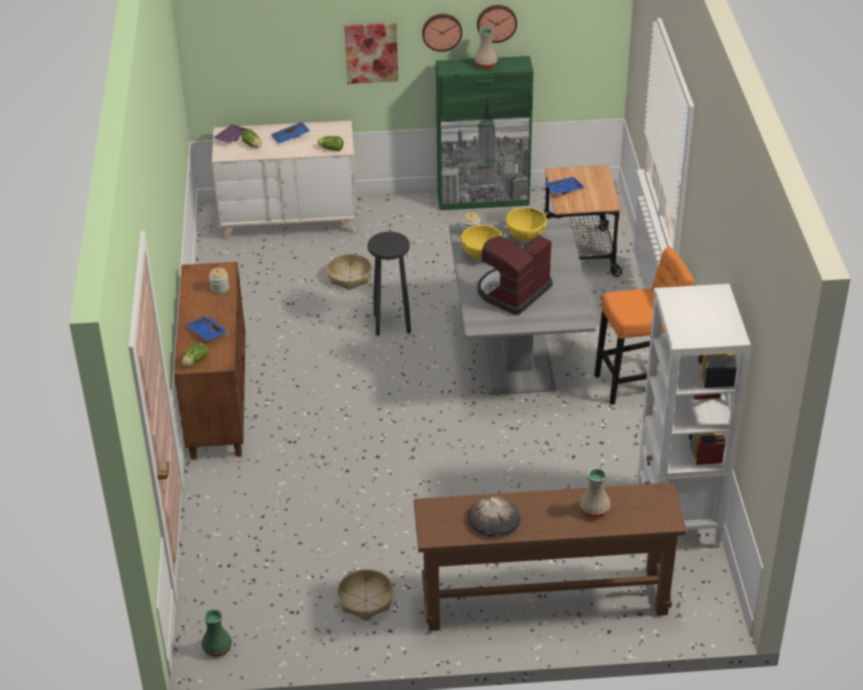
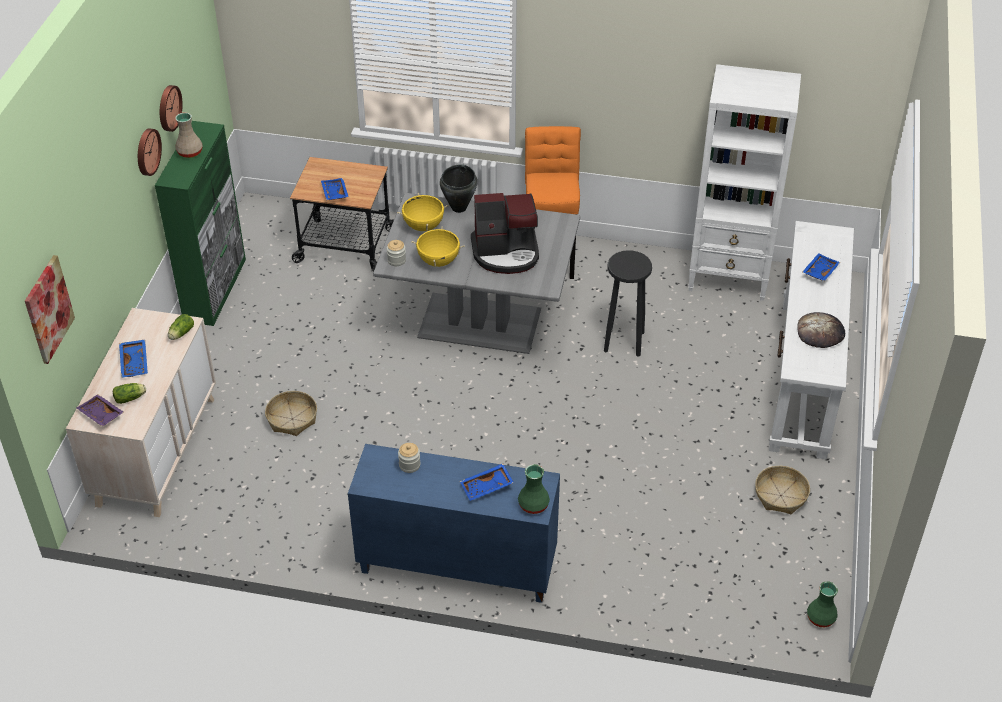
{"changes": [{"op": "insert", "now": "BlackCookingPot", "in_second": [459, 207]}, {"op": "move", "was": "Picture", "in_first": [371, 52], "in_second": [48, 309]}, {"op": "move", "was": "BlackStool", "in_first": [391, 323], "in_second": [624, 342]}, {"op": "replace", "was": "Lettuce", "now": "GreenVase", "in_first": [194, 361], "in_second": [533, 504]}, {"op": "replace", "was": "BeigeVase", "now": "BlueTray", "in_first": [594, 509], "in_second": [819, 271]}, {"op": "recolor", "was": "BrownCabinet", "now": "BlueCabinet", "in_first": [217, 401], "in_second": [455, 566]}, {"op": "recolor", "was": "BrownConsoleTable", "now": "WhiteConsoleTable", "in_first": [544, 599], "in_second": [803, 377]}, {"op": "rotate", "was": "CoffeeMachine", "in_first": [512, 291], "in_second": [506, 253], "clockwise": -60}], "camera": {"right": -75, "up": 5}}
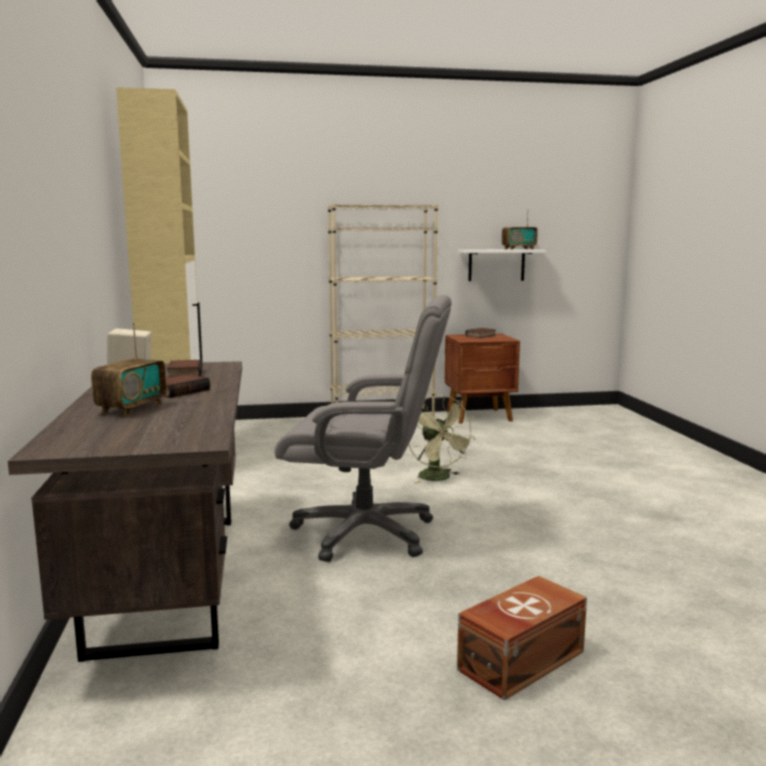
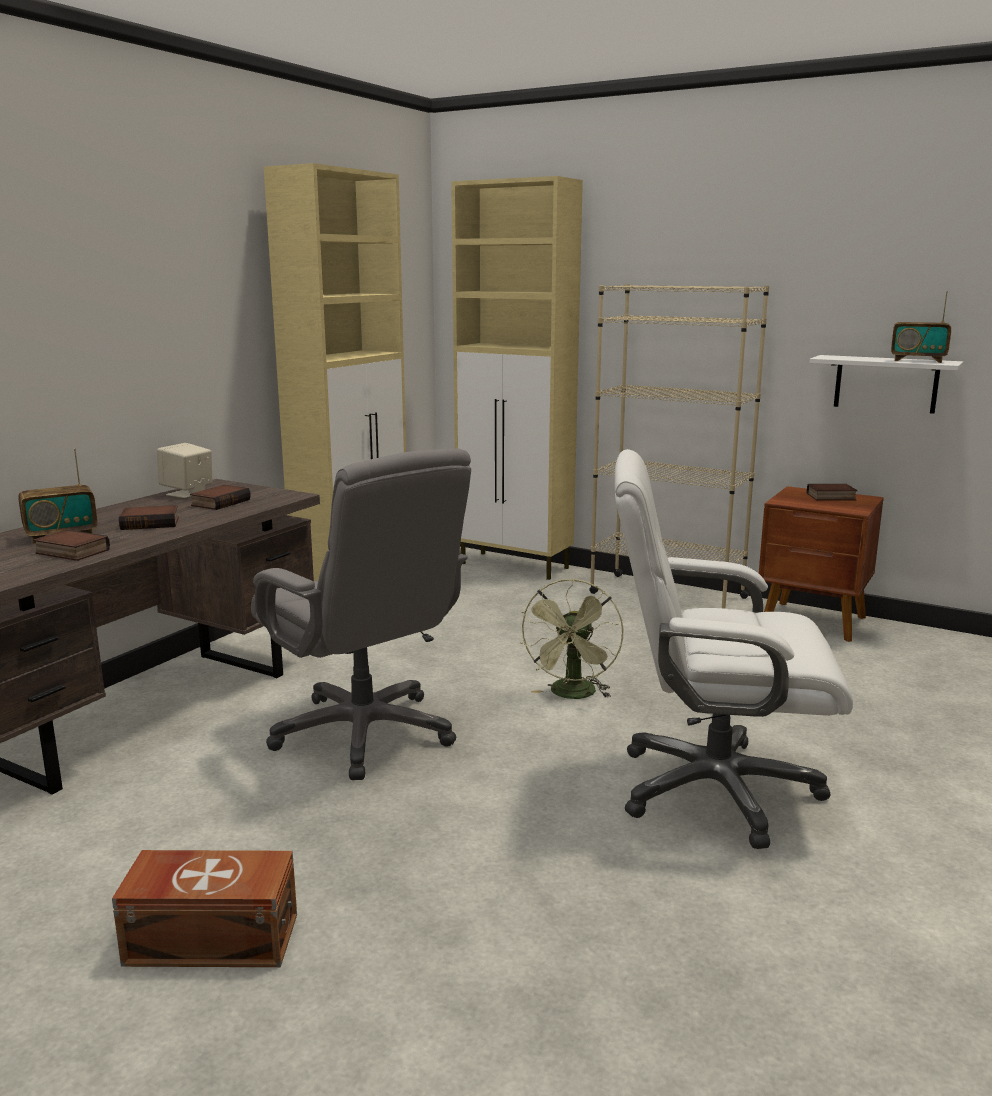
{"changes": [{"op": "insert", "now": "Book", "in_second": [70, 552]}, {"op": "insert", "now": "BeigeCabinet", "in_second": [515, 566]}, {"op": "insert", "now": "WhiteOfficeChair", "in_second": [713, 789]}], "camera": {"right": 40, "up": 5}}
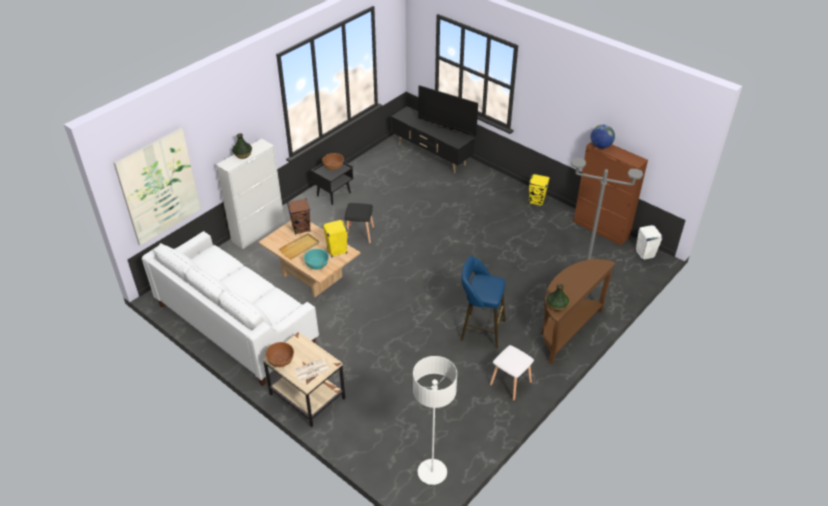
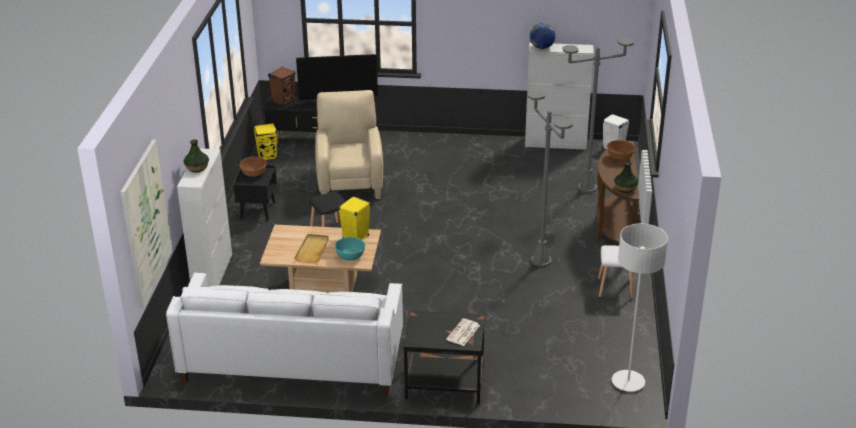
{"changes": [{"op": "insert", "now": "BeigeArmchair", "in_second": [350, 181]}, {"op": "move", "was": "BrownBowl", "in_first": [281, 361], "in_second": [619, 157]}, {"op": "move", "was": "BrownSpeaker", "in_first": [301, 229], "in_second": [283, 101]}, {"op": "move", "was": "YellowSpeaker", "in_first": [536, 201], "in_second": [267, 157]}, {"op": "replace", "was": "BlueStool", "now": "GreyFloorLamp", "in_first": [480, 330], "in_second": [541, 261]}, {"op": "recolor", "was": "BeigeSideTable", "now": "BlackSideTable", "in_first": [306, 397], "in_second": [444, 384]}, {"op": "recolor", "was": "BrownCabinet", "now": "WhiteCabinet", "in_first": [601, 229], "in_second": [556, 143]}], "camera": {"right": -35, "up": -10}}
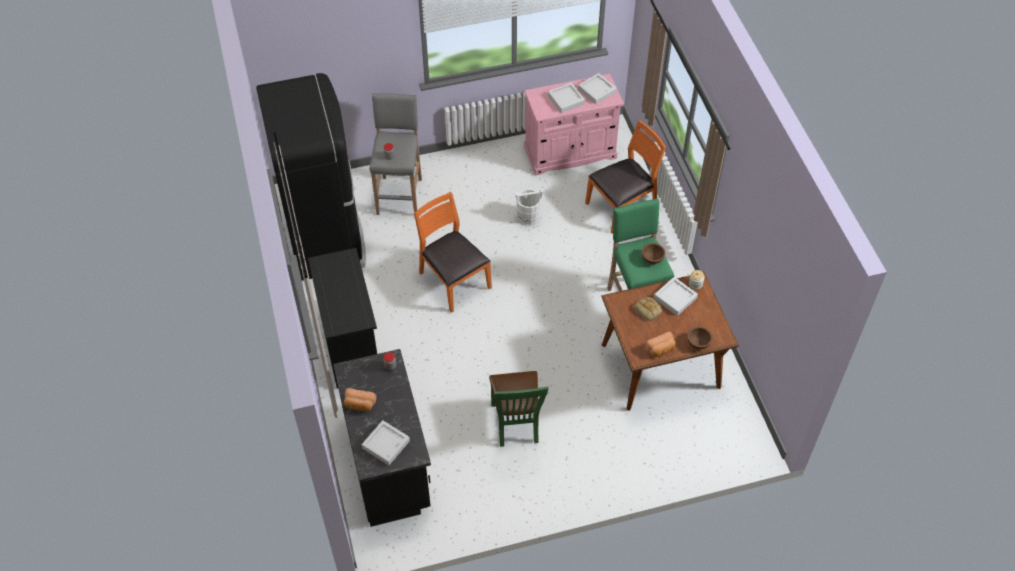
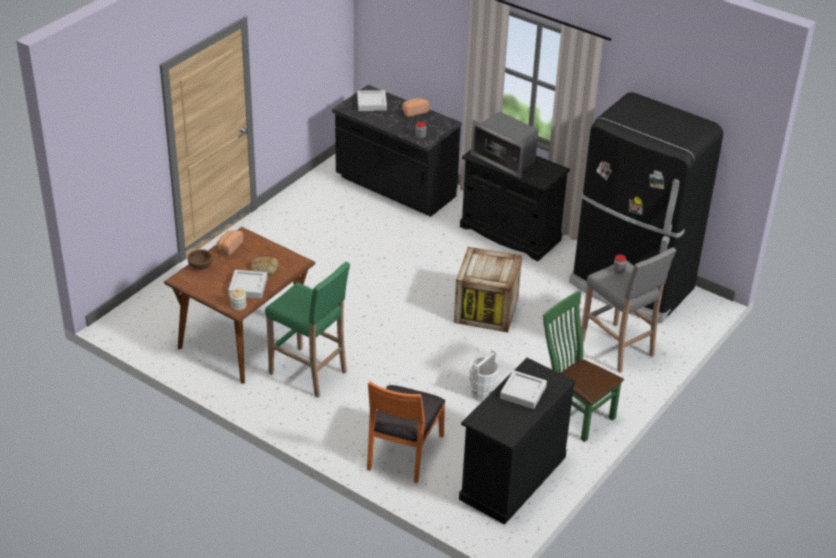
{"changes": [{"op": "delete", "was": "GreyTray", "in_first": [596, 91]}, {"op": "delete", "was": "BrownBowl", "in_first": [652, 258]}, {"op": "insert", "now": "Microwave", "in_second": [505, 159]}, {"op": "move", "was": "GreenChair", "in_first": [516, 425], "in_second": [575, 413]}, {"op": "replace", "was": "OrangeChair", "now": "Crate", "in_first": [453, 280], "in_second": [486, 310]}, {"op": "recolor", "was": "PinkCabinet", "now": "BlackCabinet", "in_first": [570, 152], "in_second": [512, 478]}], "camera": {"right": 140, "up": -15}}
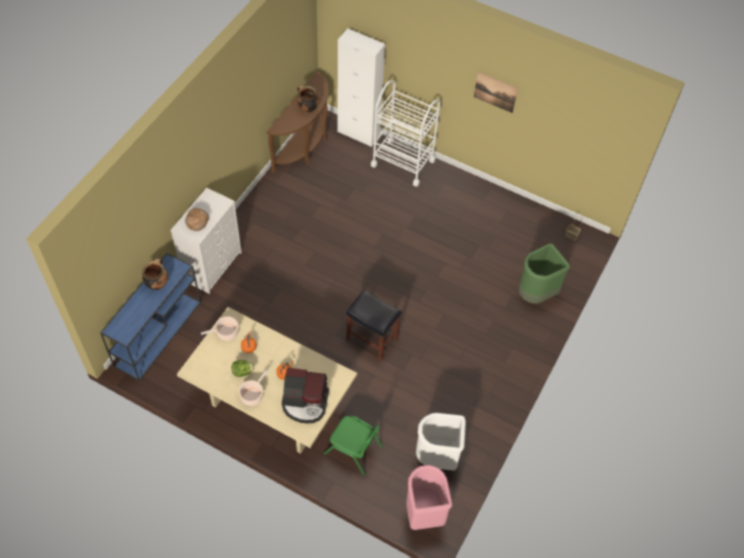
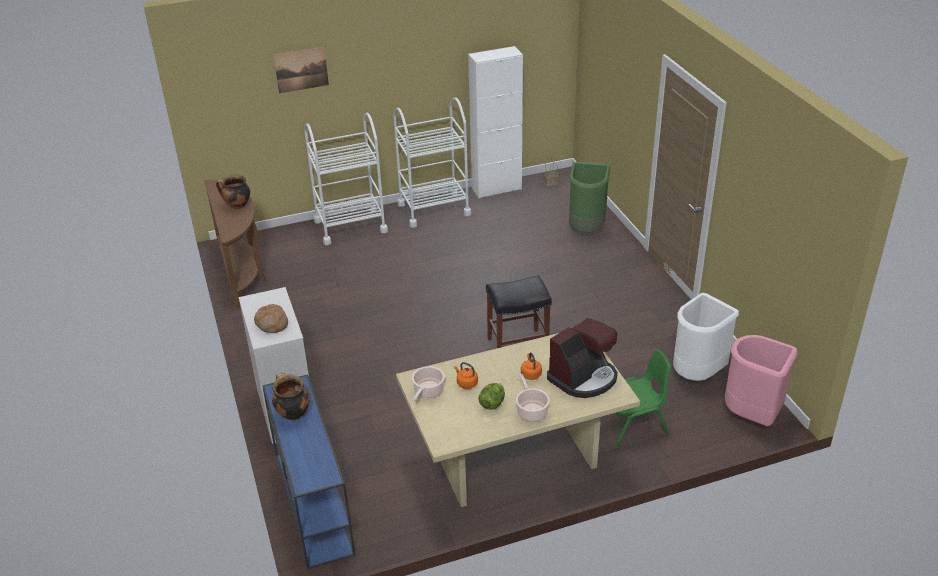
{"changes": [{"op": "insert", "now": "WhiteCart", "in_second": [434, 209]}, {"op": "move", "was": "WhiteCabinet", "in_first": [358, 133], "in_second": [496, 189]}, {"op": "move", "was": "Picture", "in_first": [495, 92], "in_second": [301, 70]}], "camera": {"right": -45, "up": -20}}
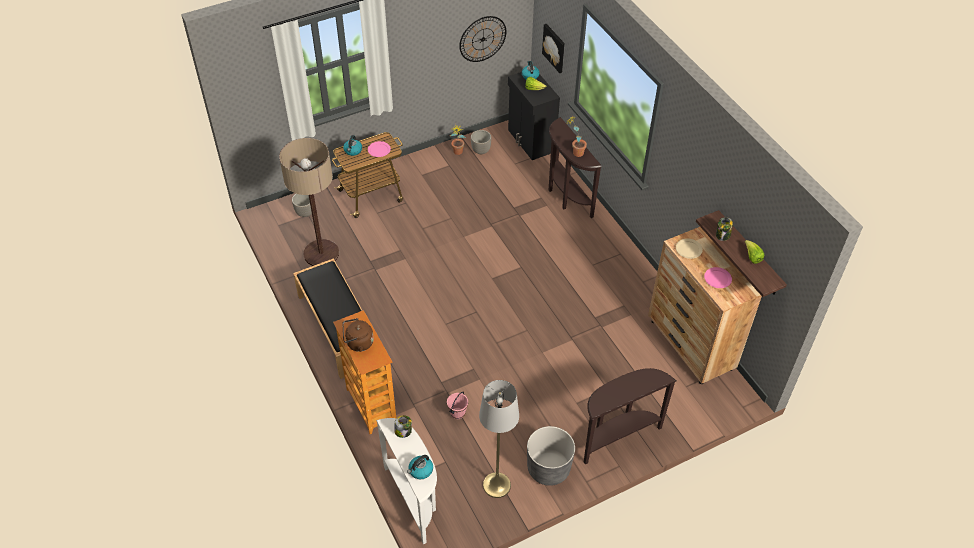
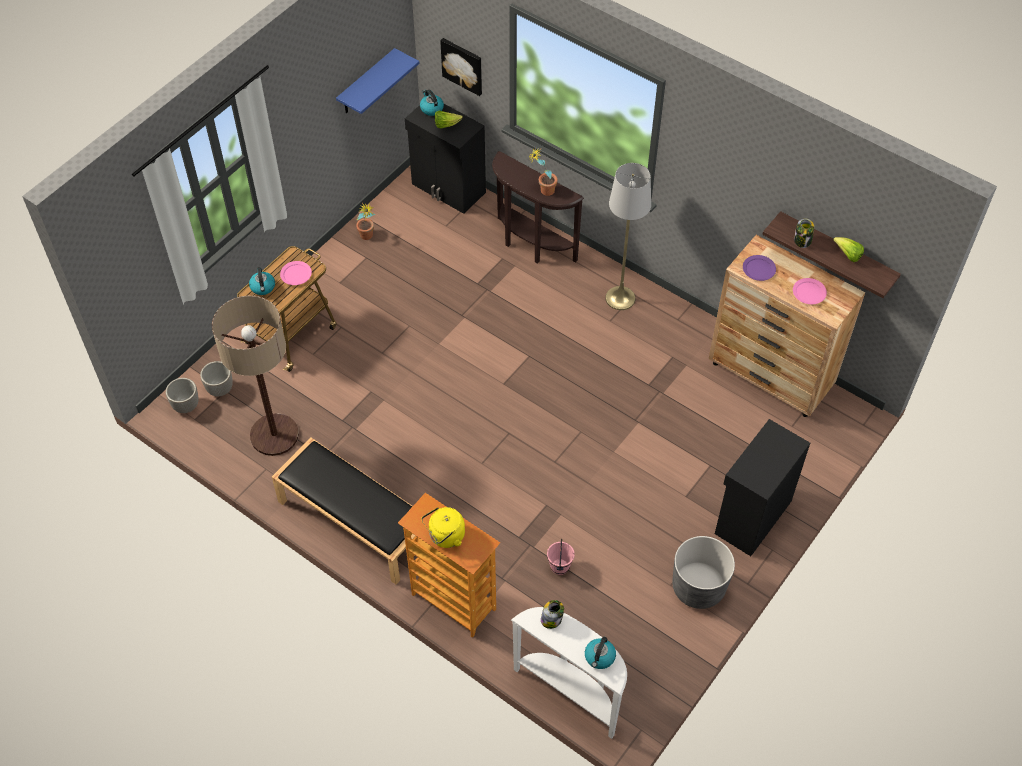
{"changes": [{"op": "move", "was": "Planter", "in_first": [480, 151], "in_second": [186, 406]}, {"op": "move", "was": "GreyFloorLamp", "in_first": [496, 485], "in_second": [620, 298]}, {"op": "replace", "was": "WallClock", "now": "BlueShelf", "in_first": [482, 39], "in_second": [366, 83]}, {"op": "replace", "was": "BrownConsoleTable", "now": "BlackCabinet", "in_first": [617, 437], "in_second": [751, 517]}, {"op": "recolor", "was": "BrownKettle", "now": "YellowKettle", "in_first": [358, 343], "in_second": [445, 536]}, {"op": "recolor", "was": "BeigePlate", "now": "PurplePlate", "in_first": [688, 249], "in_second": [758, 269]}], "camera": {"right": -25, "up": 5}}
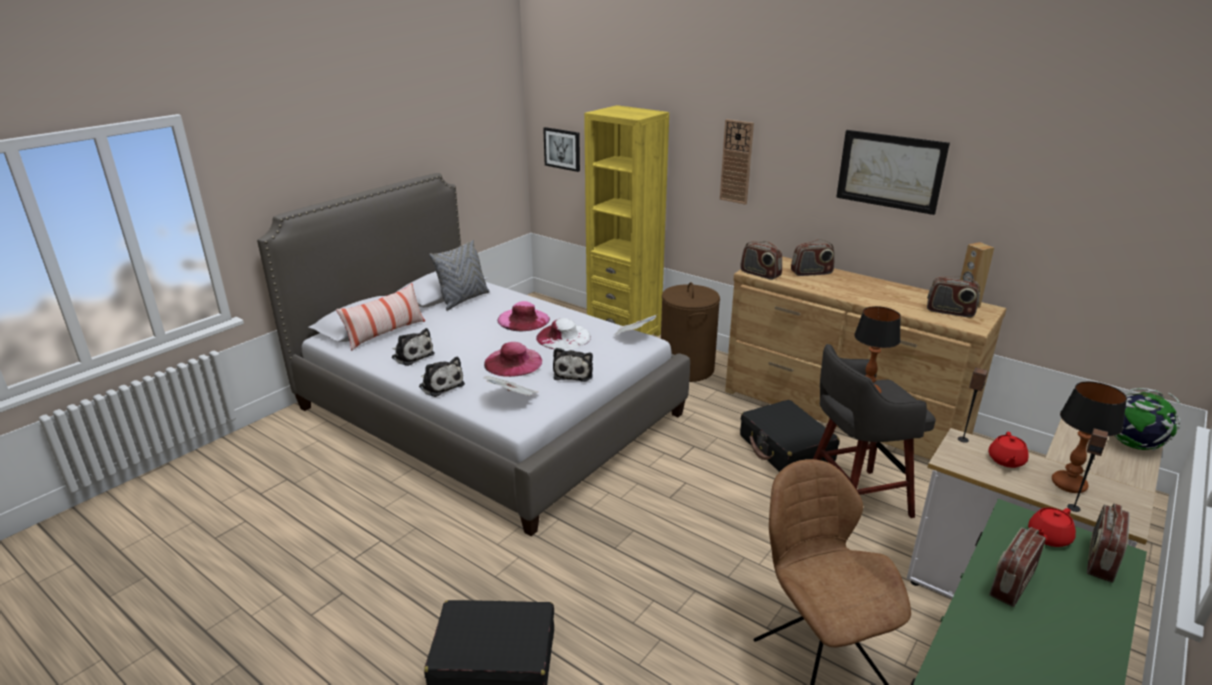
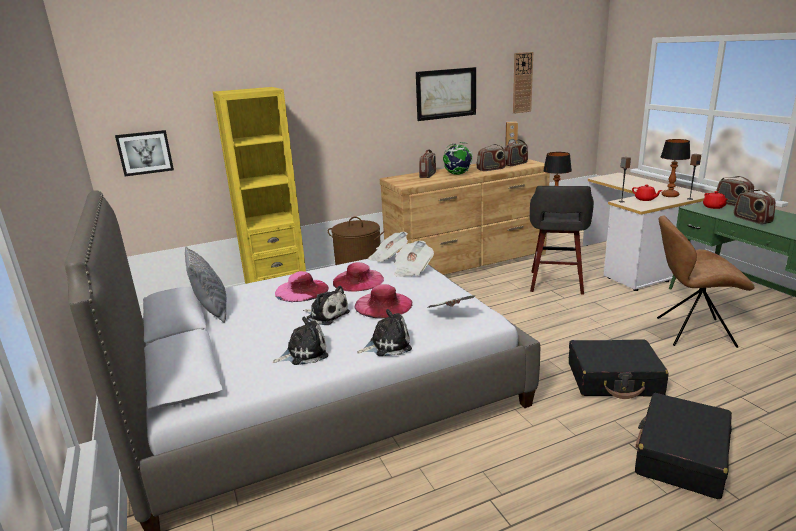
{"changes": [{"op": "delete", "was": "Pillow", "in_first": [385, 333]}, {"op": "insert", "now": "Newspaper", "in_second": [412, 270]}, {"op": "move", "was": "PlushToy", "in_first": [574, 373], "in_second": [326, 315]}, {"op": "move", "was": "WallClock", "in_first": [736, 162], "in_second": [522, 83]}, {"op": "move", "was": "Radio", "in_first": [760, 274], "in_second": [491, 169]}, {"op": "move", "was": "BlackSuitcase", "in_first": [786, 449], "in_second": [614, 379]}, {"op": "move", "was": "Globe", "in_first": [1133, 445], "in_second": [457, 174]}, {"op": "recolor", "was": "WhiteHat", "now": "PinkHat", "in_first": [563, 337], "in_second": [358, 280]}], "camera": {"right": -60, "up": -5}}
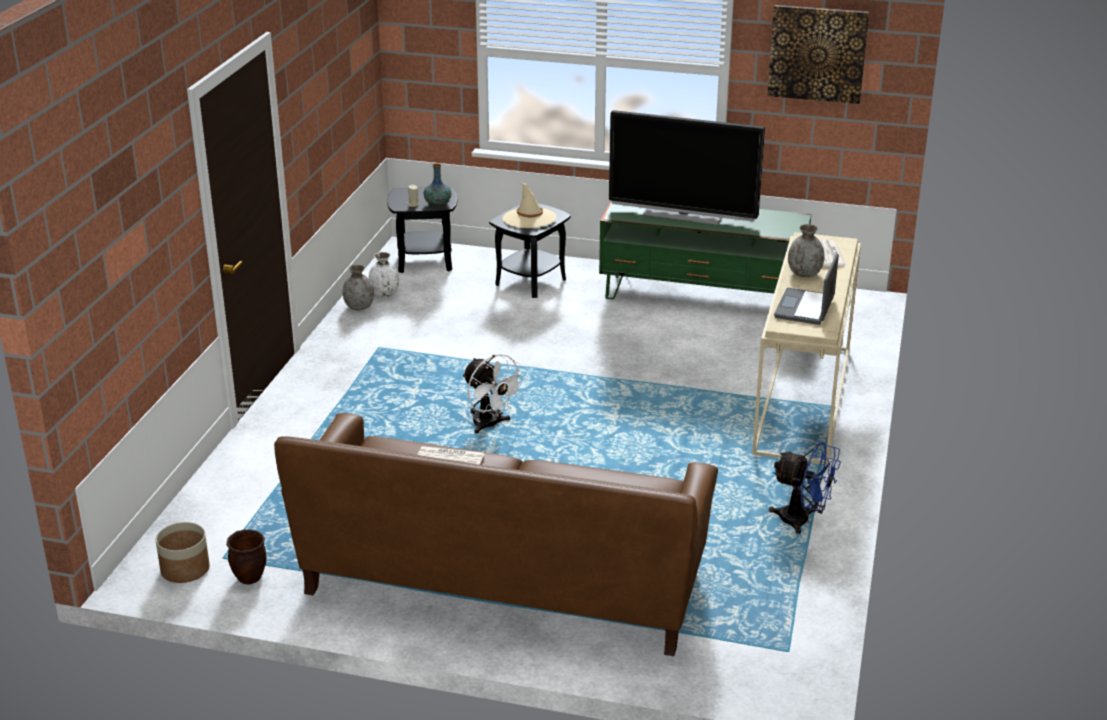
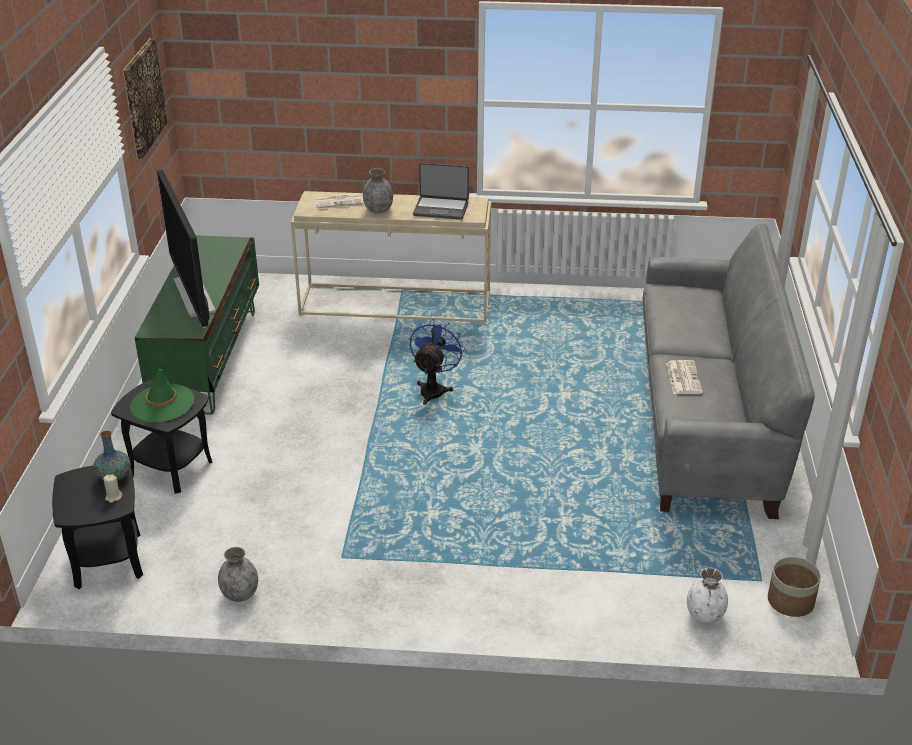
{"changes": [{"op": "delete", "was": "BrownPlanter", "in_first": [249, 578]}, {"op": "delete", "was": "WhiteFan", "in_first": [490, 425]}, {"op": "move", "was": "WhiteVase", "in_first": [384, 294], "in_second": [705, 615]}, {"op": "move", "was": "BlueFan", "in_first": [802, 521], "in_second": [434, 389]}, {"op": "recolor", "was": "BrownSofa", "now": "GreySofa", "in_first": [503, 582], "in_second": [705, 419]}, {"op": "recolor", "was": "BeigeHat", "now": "GreenHat", "in_first": [529, 218], "in_second": [162, 404]}, {"op": "rotate", "was": "Television", "in_first": [683, 215], "in_second": [193, 295], "clockwise": 150}], "camera": {"right": -100, "up": 5}}
